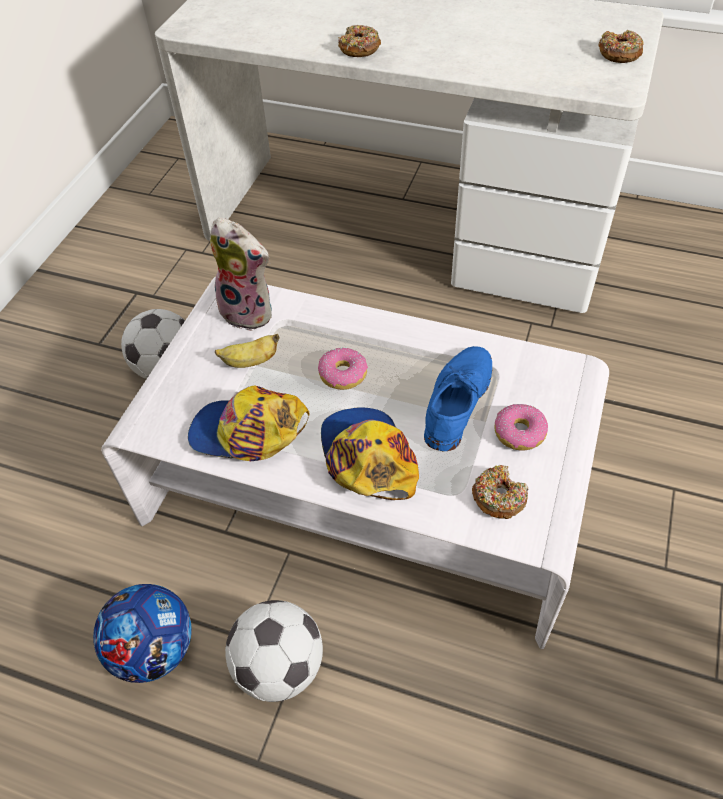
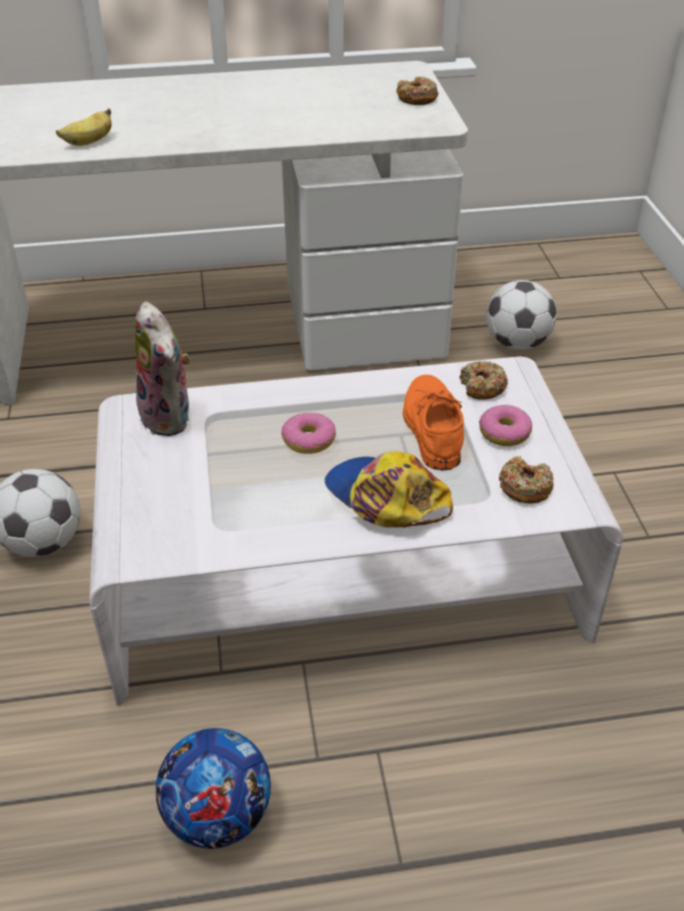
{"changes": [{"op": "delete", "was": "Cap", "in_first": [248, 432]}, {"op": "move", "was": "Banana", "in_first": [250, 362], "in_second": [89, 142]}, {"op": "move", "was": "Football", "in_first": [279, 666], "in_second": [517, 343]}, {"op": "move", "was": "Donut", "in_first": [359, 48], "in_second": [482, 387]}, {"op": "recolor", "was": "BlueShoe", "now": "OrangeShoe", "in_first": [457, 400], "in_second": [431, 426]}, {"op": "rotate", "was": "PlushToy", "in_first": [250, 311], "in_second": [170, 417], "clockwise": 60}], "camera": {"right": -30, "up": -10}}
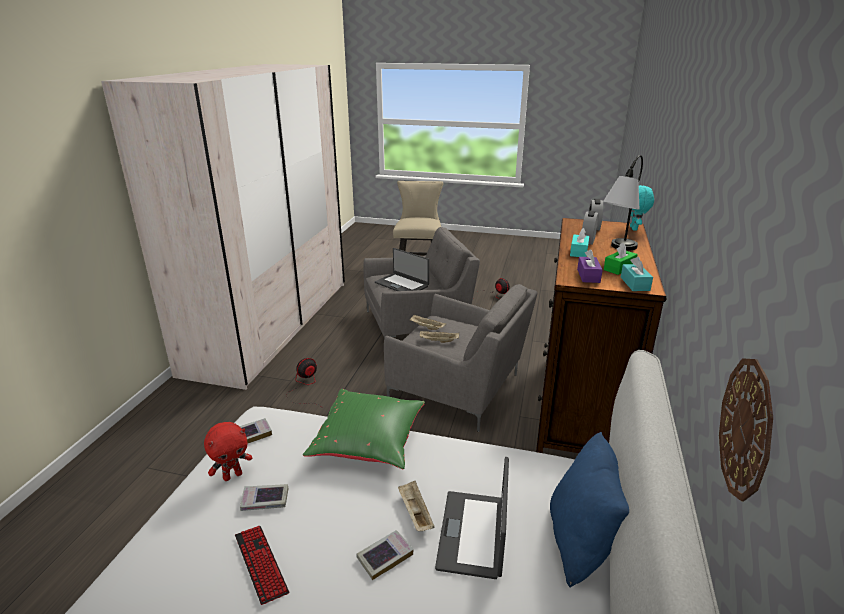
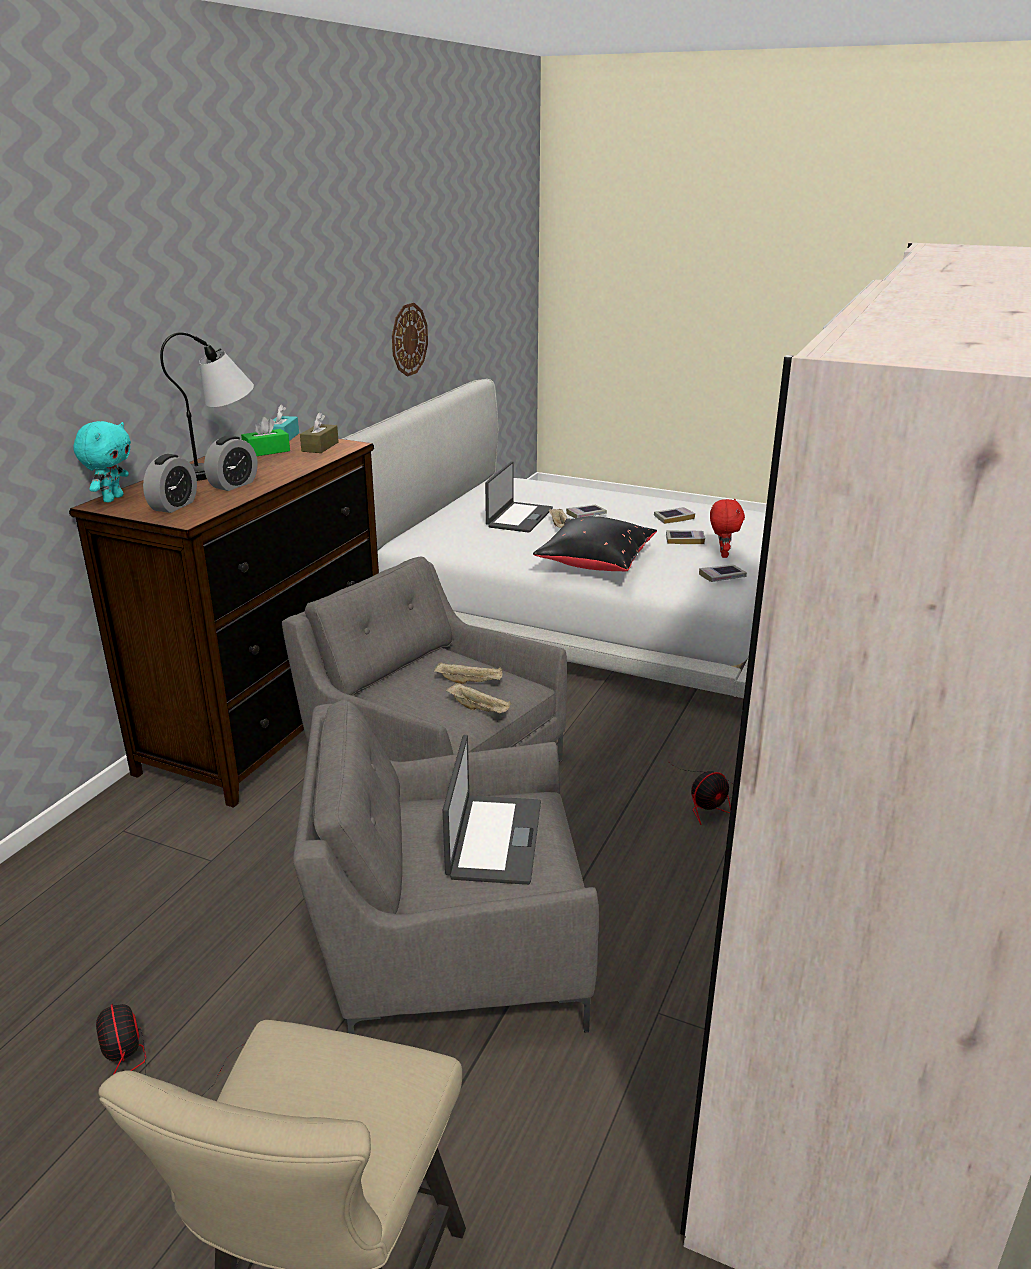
{"changes": [{"op": "delete", "was": "BluePillow", "in_first": [581, 542]}, {"op": "delete", "was": "TurquoiseTissueBox", "in_first": [578, 252]}, {"op": "replace", "was": "Keyboard", "now": "Book", "in_first": [261, 564], "in_second": [674, 518]}, {"op": "recolor", "was": "GreenPillow", "now": "BlackPillow", "in_first": [369, 443], "in_second": [595, 563]}, {"op": "recolor", "was": "PurpleTissueBox", "now": "BrownTissueBox", "in_first": [588, 276], "in_second": [320, 447]}, {"op": "rotate", "was": "RedPlushToy", "in_first": [233, 475], "in_second": [722, 554], "clockwise": 120}, {"op": "rotate", "was": "Laptop", "in_first": [402, 284], "in_second": [493, 839], "clockwise": 45}], "camera": {"right": -170, "up": 0}}
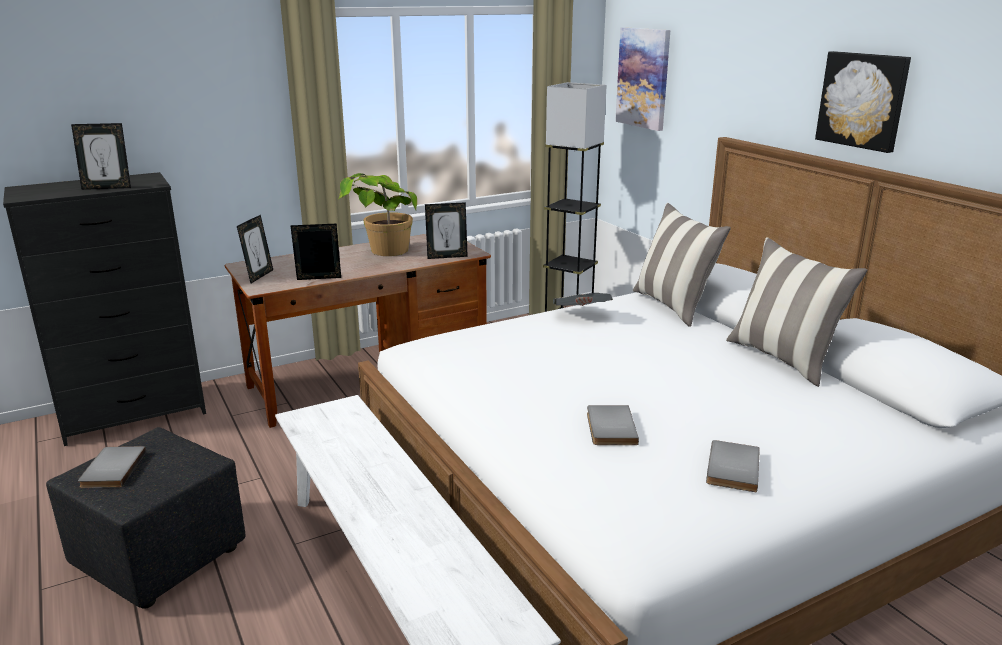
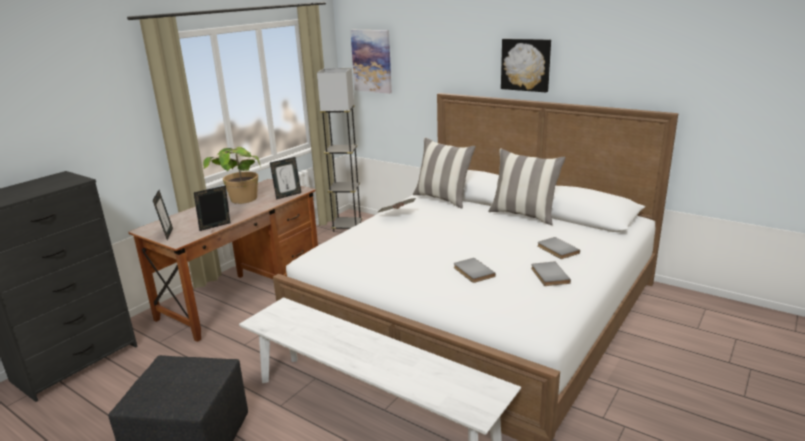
{"changes": [{"op": "delete", "was": "PictureFrame", "in_first": [107, 188]}, {"op": "move", "was": "GreyBook", "in_first": [111, 469], "in_second": [556, 250]}], "camera": {"right": -25, "up": 0}}
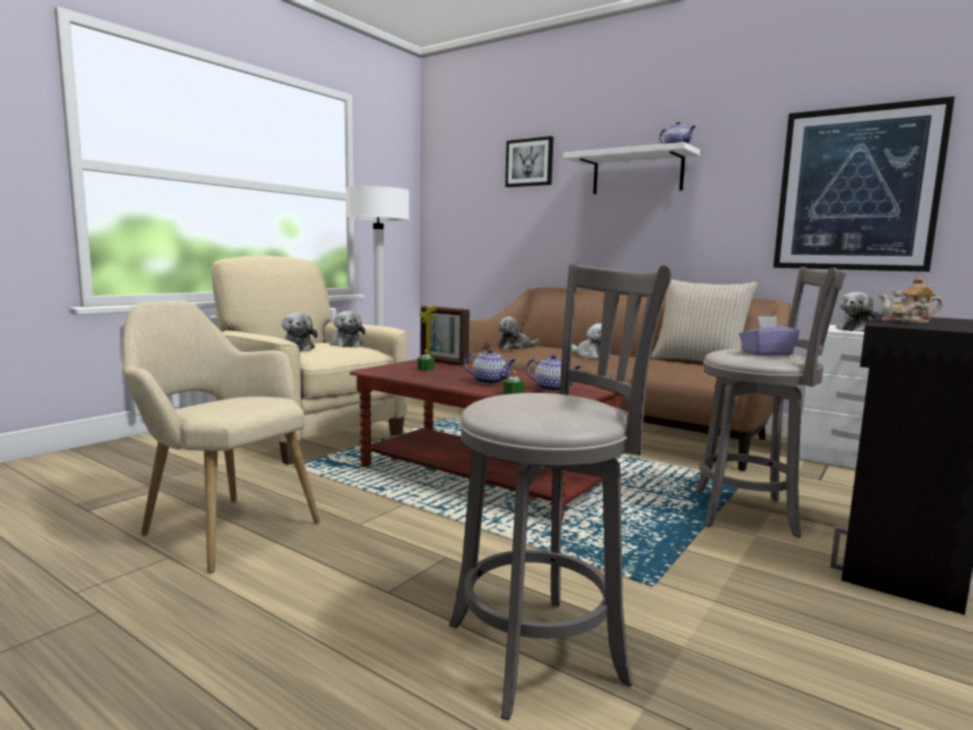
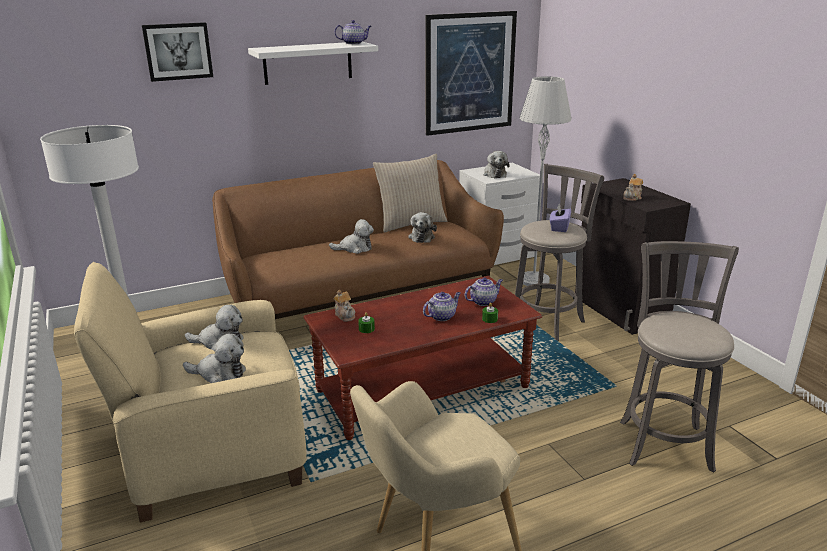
{"changes": [{"op": "insert", "now": "GreyFloorLamp", "in_second": [533, 280]}, {"op": "move", "was": "PlushToy", "in_first": [515, 347], "in_second": [422, 237]}, {"op": "replace", "was": "PictureFrame", "now": "Teapot", "in_first": [443, 363], "in_second": [345, 315]}], "camera": {"right": -60, "up": 15}}
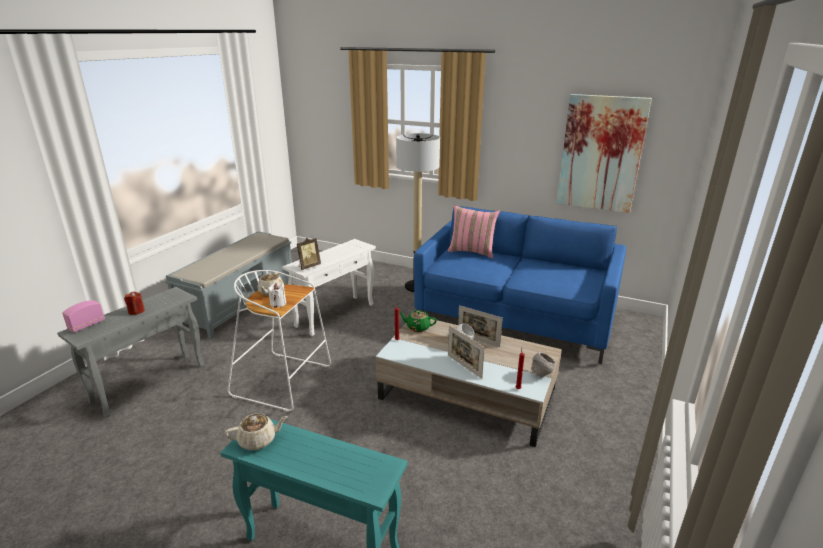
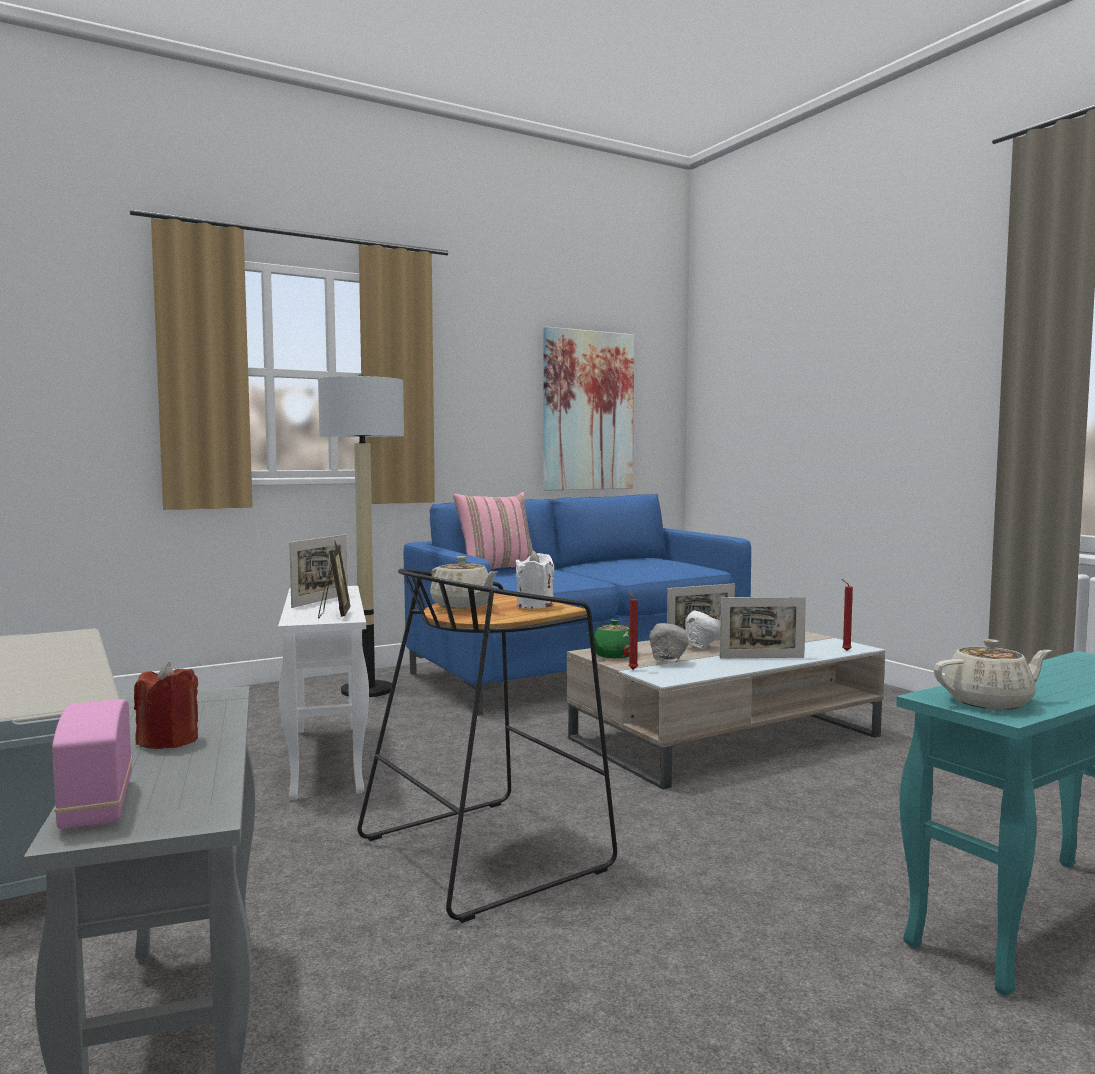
{"changes": [{"op": "insert", "now": "PictureFrame", "in_second": [320, 600]}, {"op": "move", "was": "GreyBowl", "in_first": [541, 375], "in_second": [668, 662]}, {"op": "recolor", "was": "WhiteStool", "now": "BlackStool", "in_first": [284, 381], "in_second": [486, 852]}, {"op": "rotate", "was": "BeigeTeapot", "in_first": [258, 440], "in_second": [990, 702], "clockwise": 60}], "camera": {"right": -55, "up": -20}}
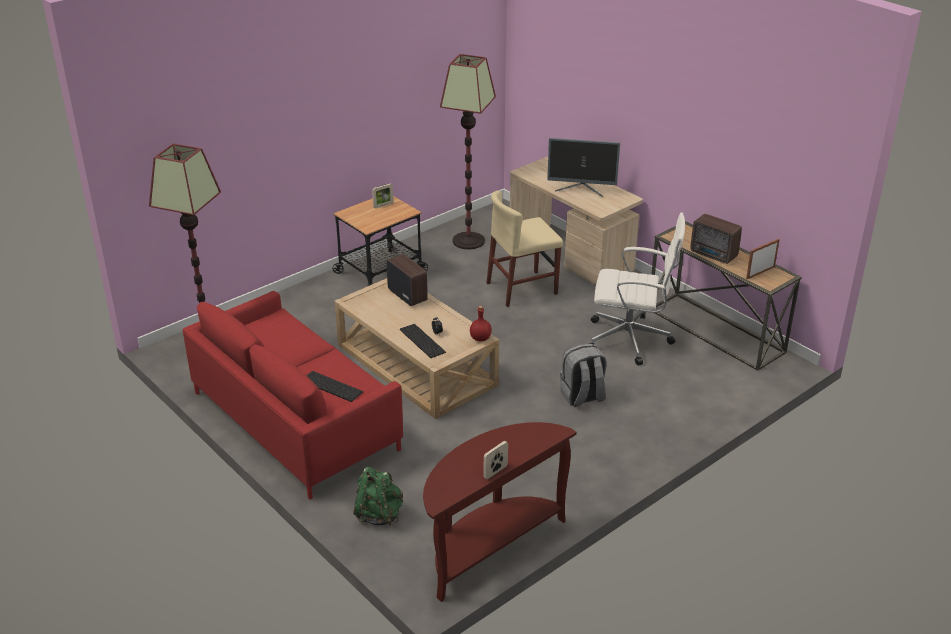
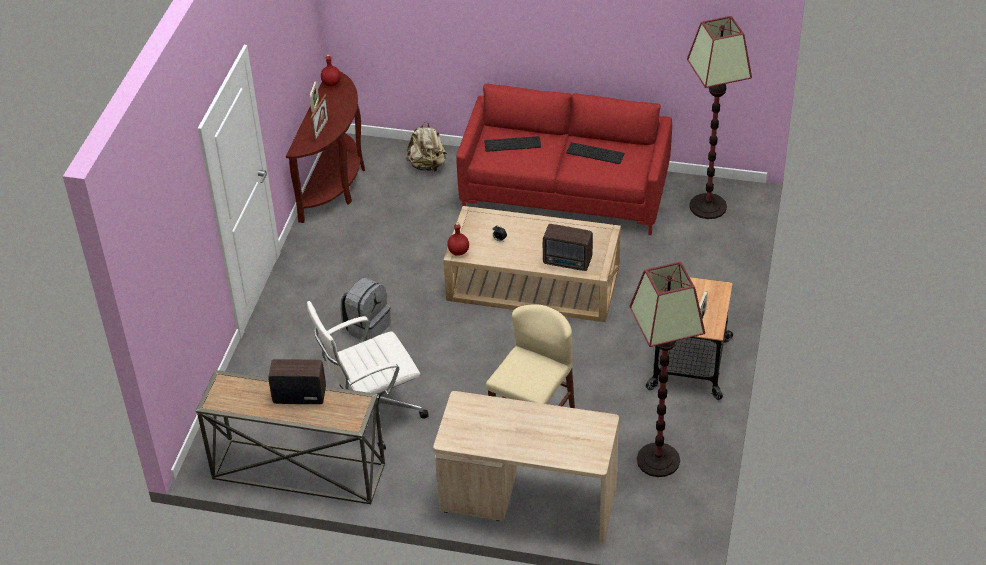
{"changes": [{"op": "delete", "was": "Monitor", "in_first": [581, 189]}, {"op": "insert", "now": "RedBottle", "in_second": [331, 83]}, {"op": "move", "was": "Keyboard", "in_first": [421, 341], "in_second": [596, 153]}, {"op": "move", "was": "PictureFrame", "in_first": [760, 272], "in_second": [321, 130]}, {"op": "recolor", "was": "GreenBackpack", "now": "BeigeBackpack", "in_first": [379, 514], "in_second": [427, 165]}], "camera": {"right": 145, "up": 10}}
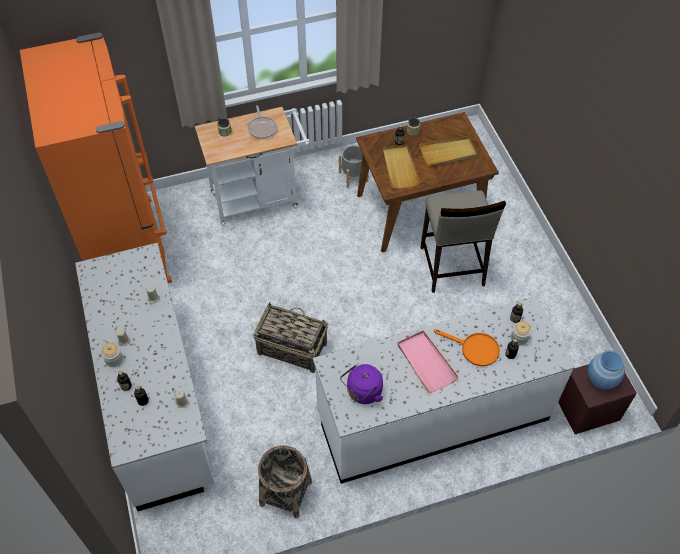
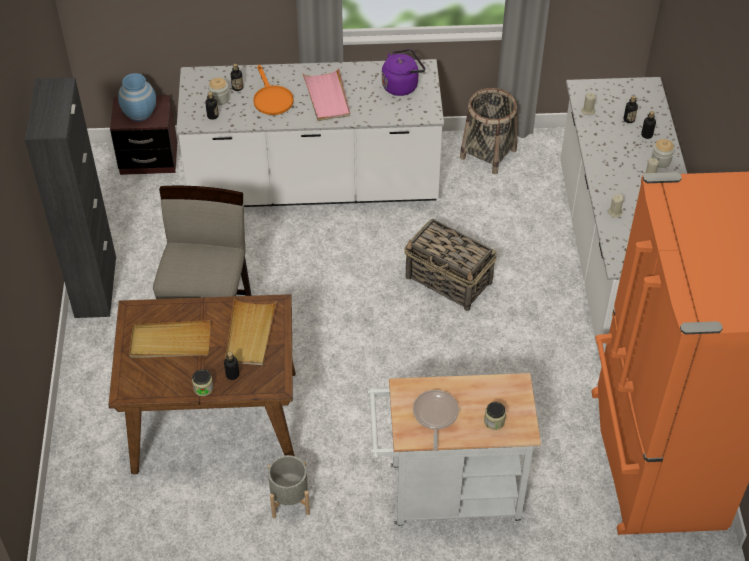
{"changes": [{"op": "insert", "now": "BlackCabinet", "in_second": [95, 287]}, {"op": "rotate", "was": "OrangeFryingPan", "in_first": [474, 349], "in_second": [271, 98], "clockwise": -150}], "camera": {"right": -165, "up": -5}}
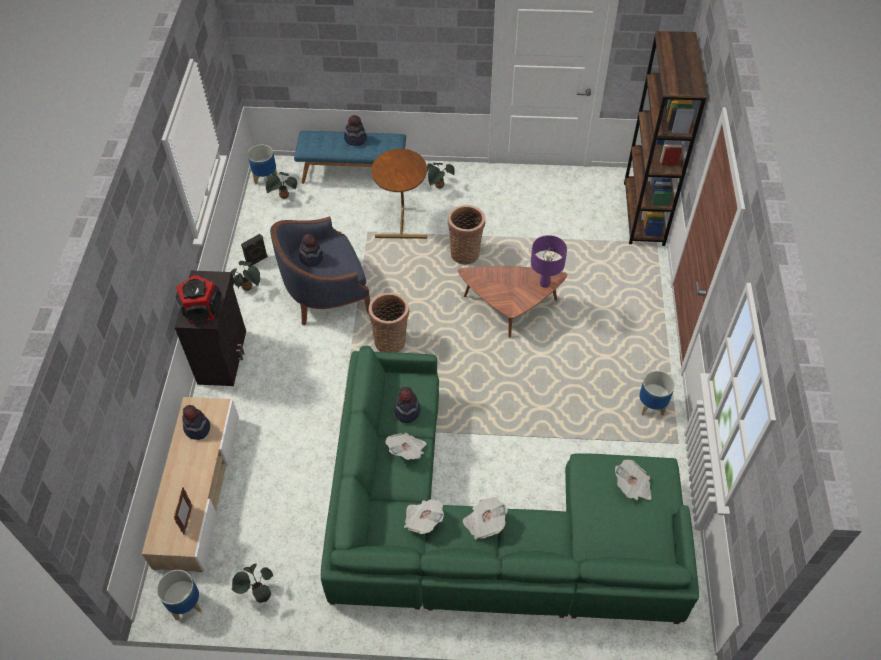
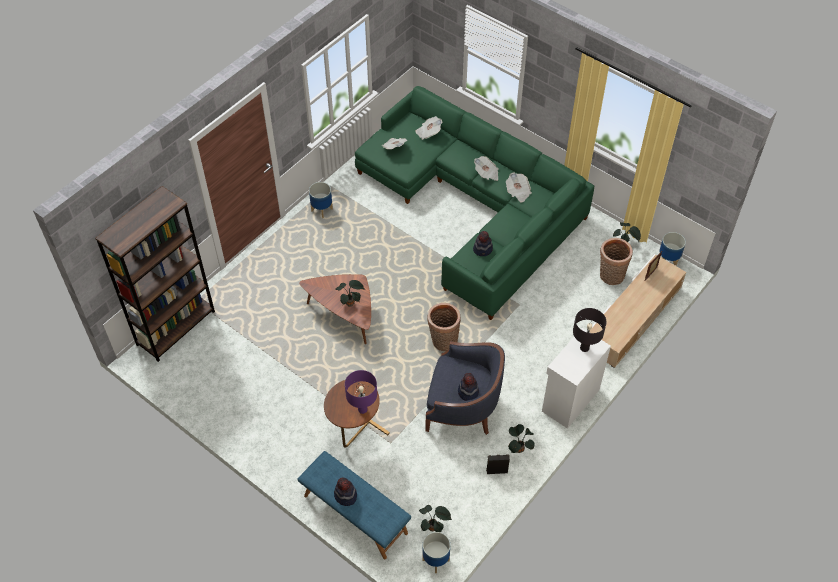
{"changes": [{"op": "delete", "was": "Hat", "in_first": [197, 428]}, {"op": "move", "was": "Newspaper", "in_first": [407, 451], "in_second": [428, 133]}, {"op": "move", "was": "PottedPlant", "in_first": [439, 186], "in_second": [351, 303]}, {"op": "move", "was": "Basket", "in_first": [465, 252], "in_second": [610, 276]}, {"op": "move", "was": "PurpleTableLamp", "in_first": [545, 284], "in_second": [362, 409]}, {"op": "replace", "was": "Speaker", "now": "BlackTableLamp", "in_first": [202, 309], "in_second": [584, 348]}, {"op": "recolor", "was": "BlackCabinet", "now": "WhiteCabinet", "in_first": [223, 356], "in_second": [569, 400]}], "camera": {"right": -145, "up": 0}}
